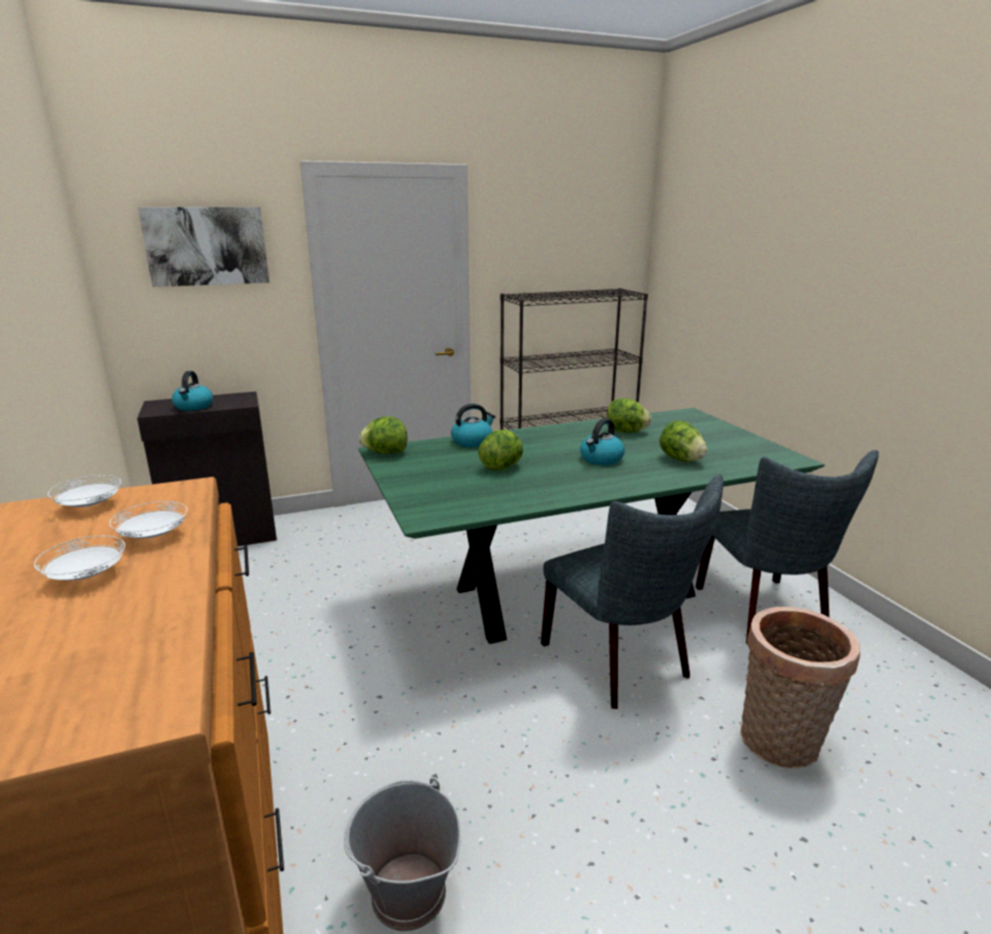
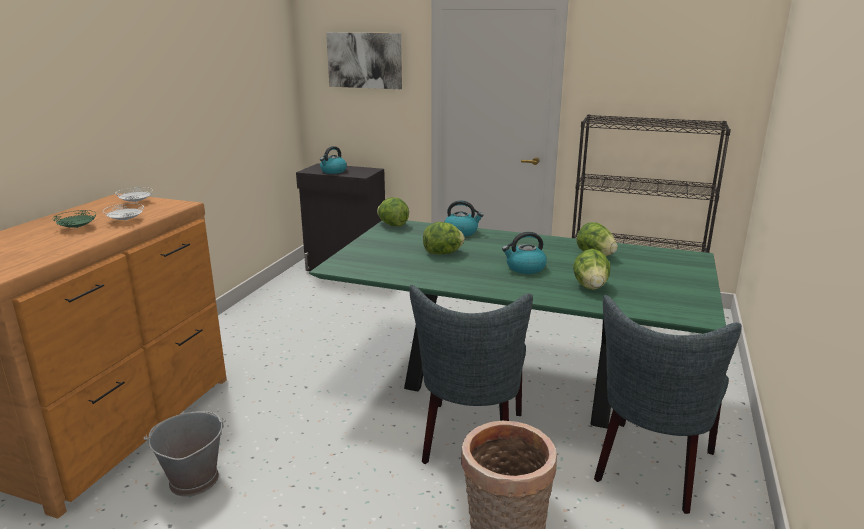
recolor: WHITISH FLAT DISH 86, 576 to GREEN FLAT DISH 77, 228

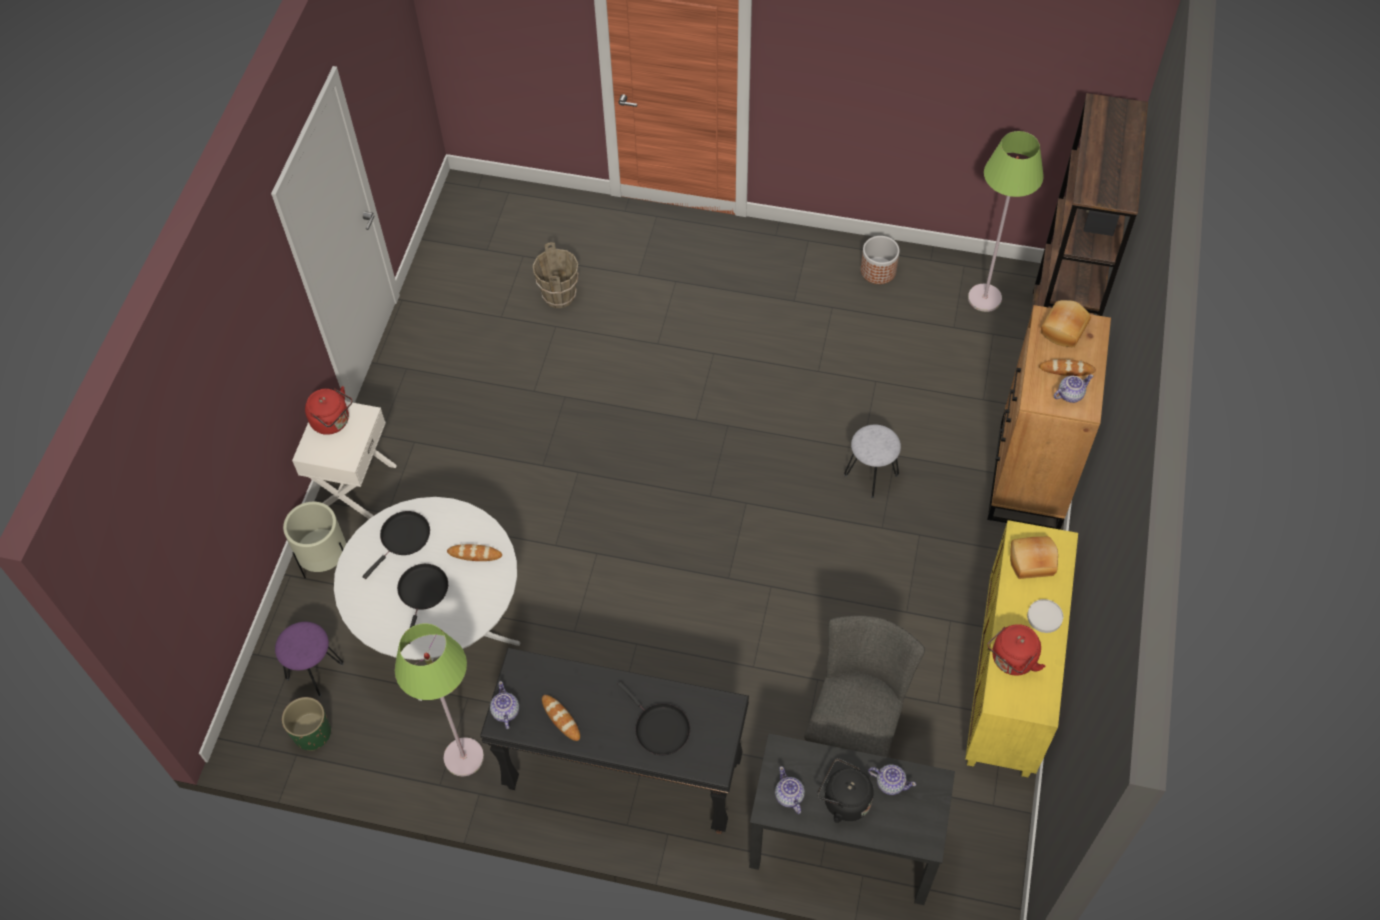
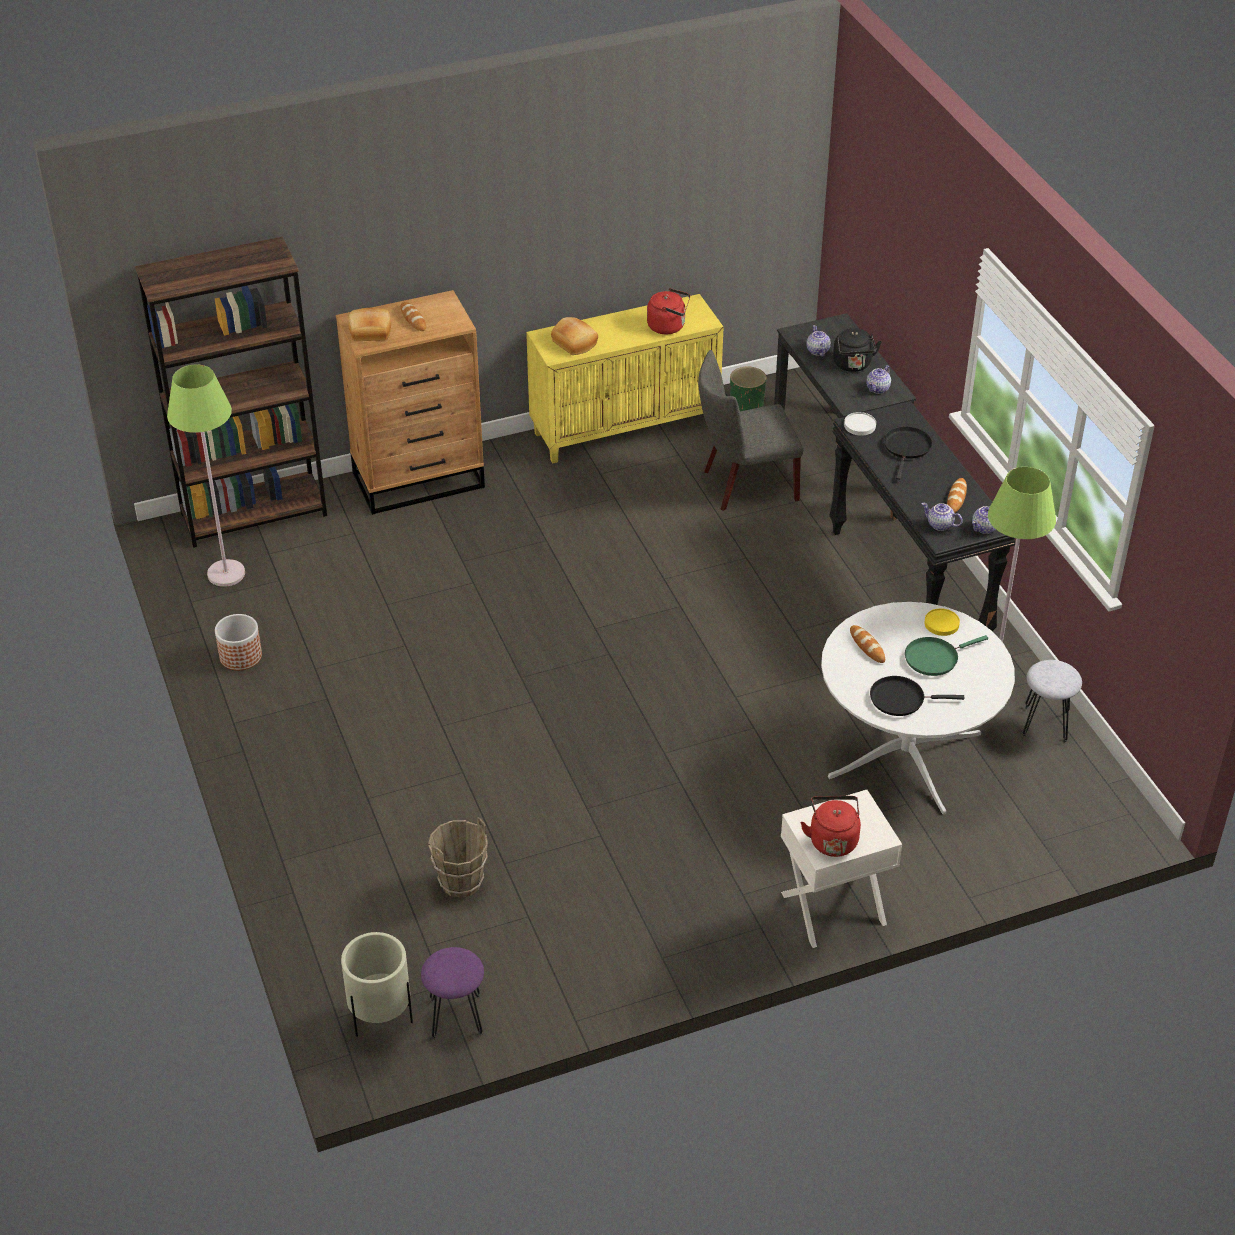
insert: YELLOW-COLOURED FLAT DISH 941, 624
move: BEIGE-COLOURED PLANTER 326, 561 to 380, 1016; PURPLE-COLOURED STOOL 315, 671 to 455, 1016; GREEN PLANTER 312, 733 to 747, 406; WHITISH FLAT DISH 1044, 617 to 859, 425; TEAPOT 1070, 394 to 939, 525; GRAY STOOL 870, 475 to 1046, 724
recolor: BLACK-COLOURED PAN 423, 592 to GREEN PAN 934, 658

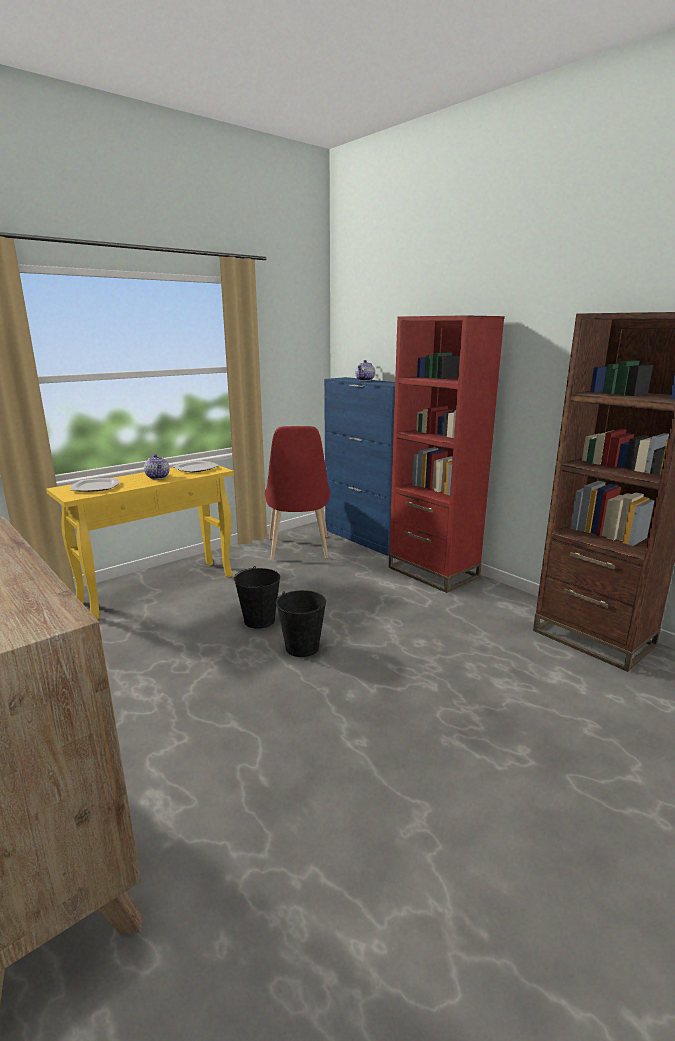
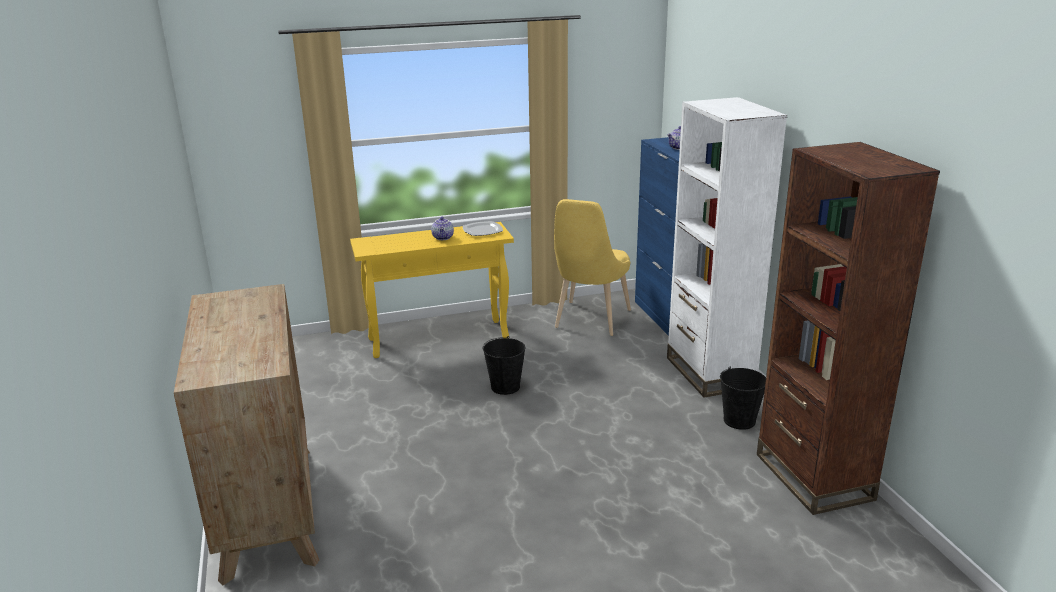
delete: FLAT DISH 96, 487
move: BLACK-COLOURED PAIL 302, 647 to 739, 420
recolor: RED-COLOURED UPRIGHT CHAIR 298, 550 to YELLOW-COLOURED UPRIGHT CHAIR 590, 321; RED-COLOURED SHELVING UNIT 433, 572 to WHITISH SHELVING UNIT 710, 372

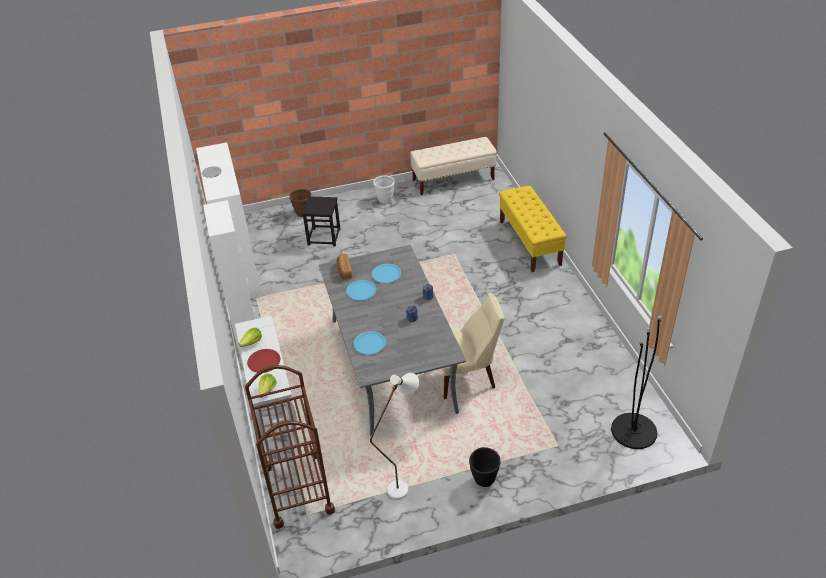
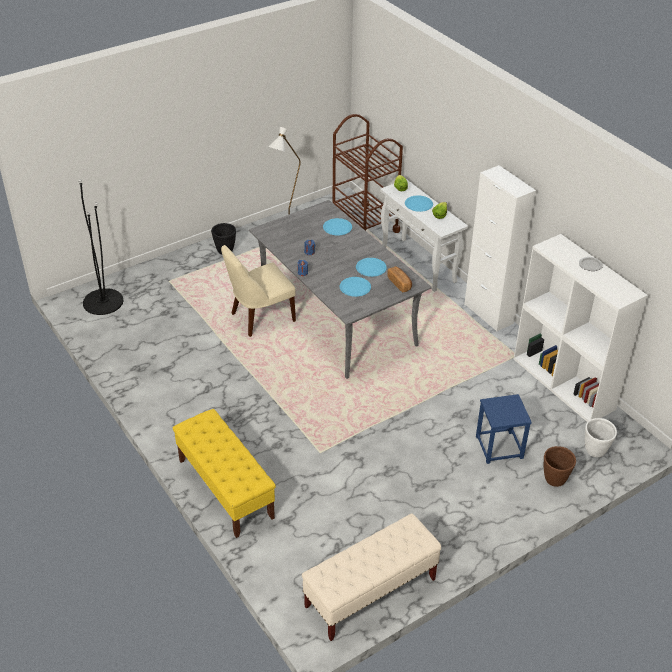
move: WHITISH PLANTER 385, 200 to 595, 451
recolor: RED-COLOURED FLAT DISH 264, 361 to BLUE FLAT DISH 418, 204; BLACK-COLOURED STOOL 324, 237 to BLUE STOOL 499, 447

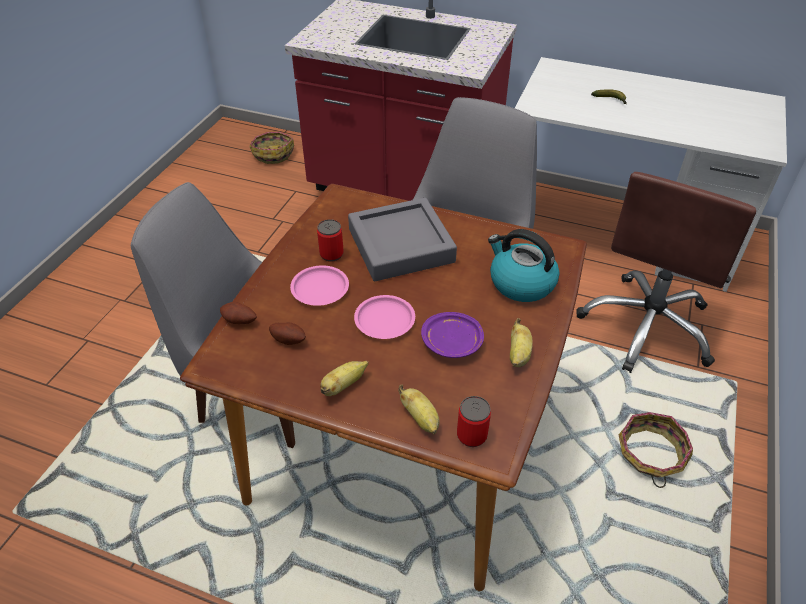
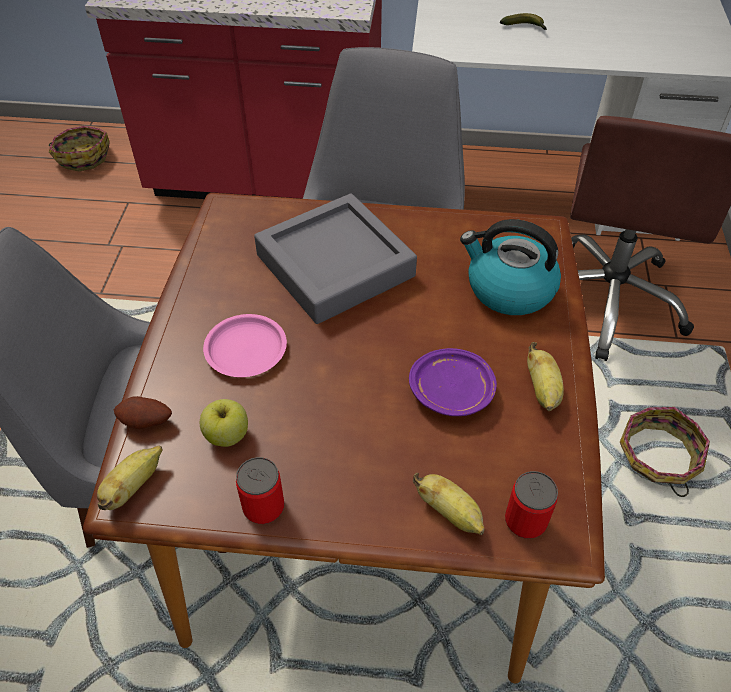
delete: PINKISH FLAT DISH 384, 320
move: BANANA 343, 385 to 133, 486; METAL CAN 331, 254 to 263, 507
replace: SPUD 289, 339 to APPLE FRUIT 227, 435

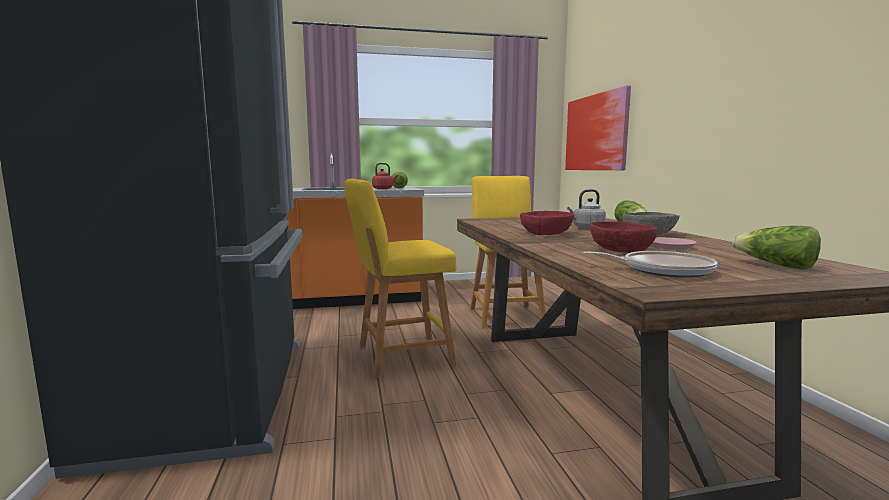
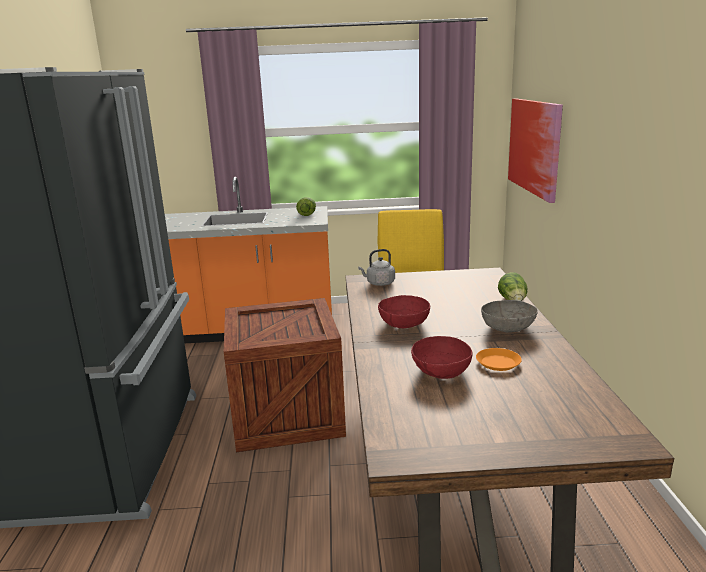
delete: RED-COLOURED KETTLE 383, 189; PAN 662, 270; HEAD OF LETTUCE 776, 266
move: GRAY KETTLE 587, 228 to 379, 283
replace: YELLOW-COLOURED STOOL 400, 356 to SHIPPING CRATE 285, 414
recolor: PINKISH FLAT DISH 670, 246 to ORANGEY FLAT DISH 498, 363

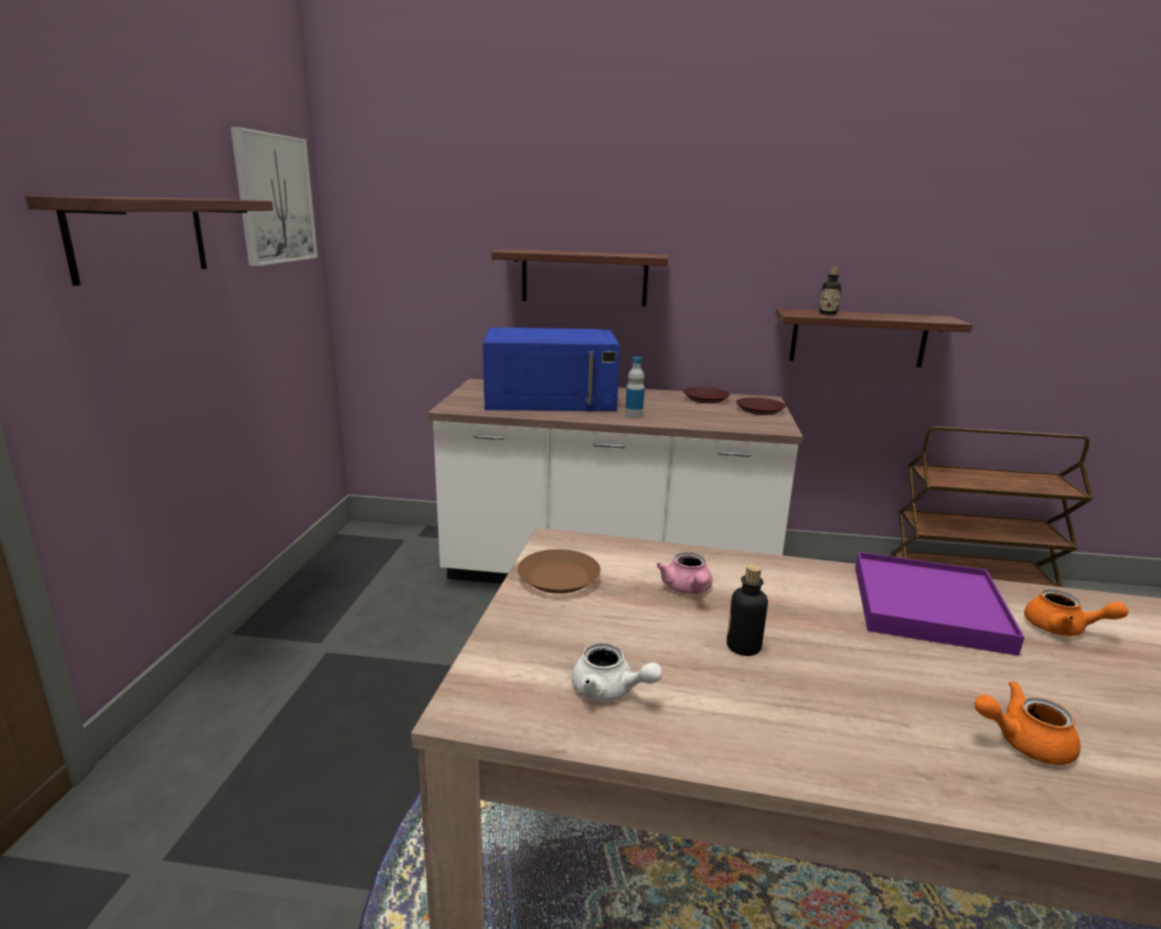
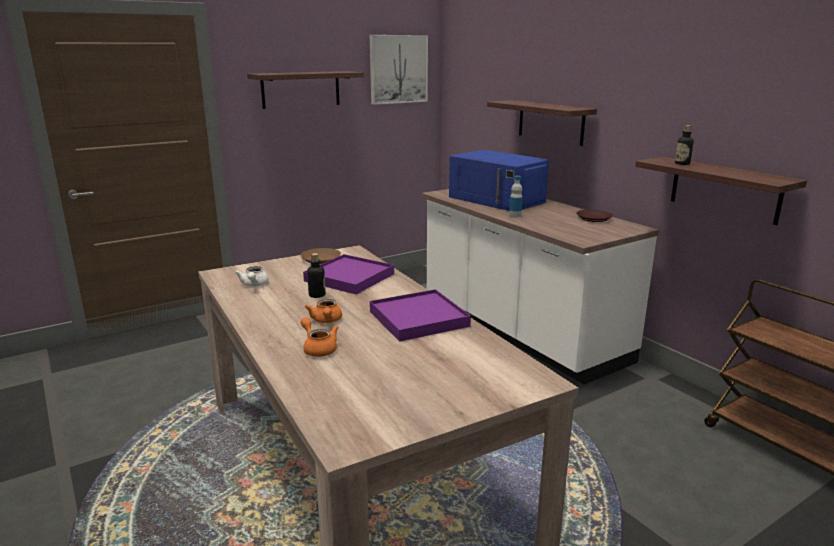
delete: BROWNISH FLAT DISH 759, 410
move: ORANGEY TEAPOT 1063, 629 to 326, 321
replace: PINKISH TEAPOT 687, 589 to PURPLE-COLOURED TRAY 349, 277

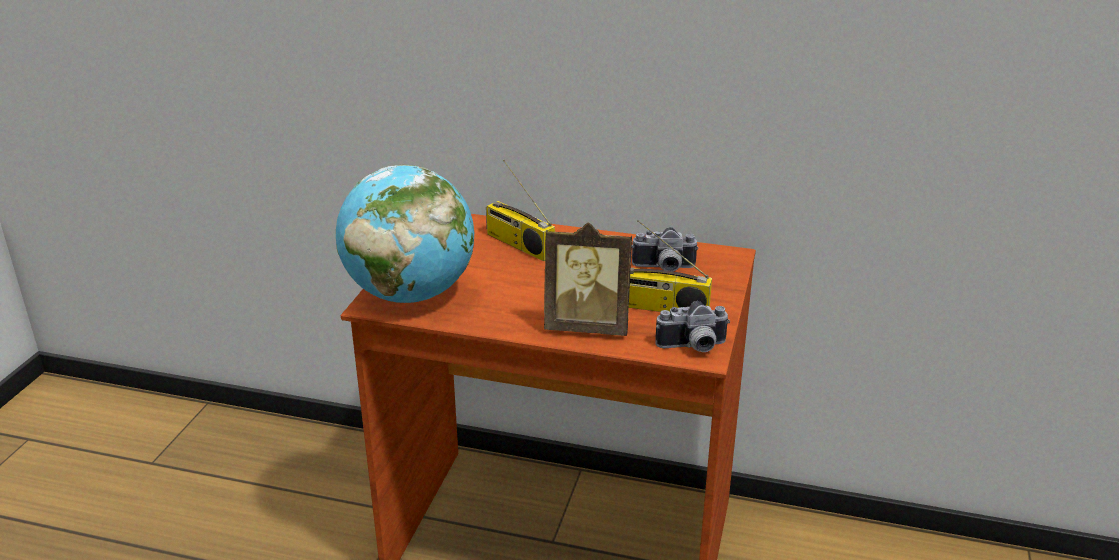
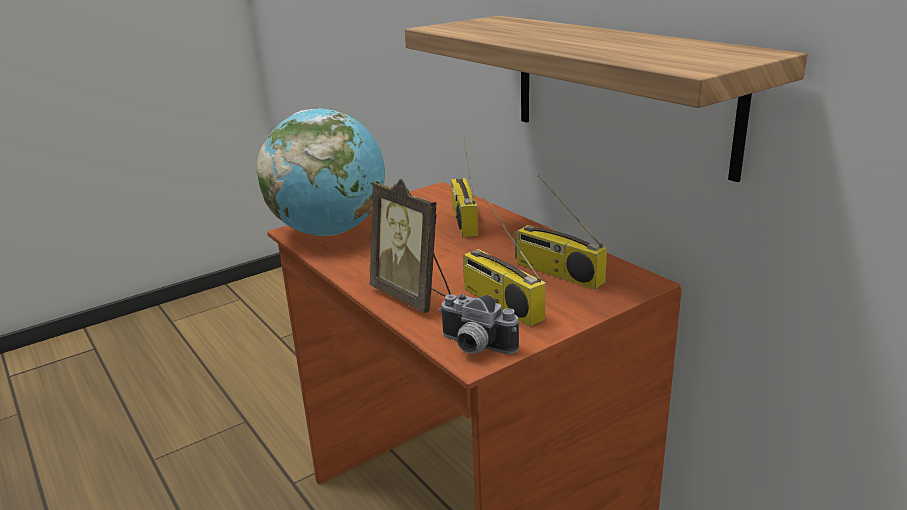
insert: BRACKET SHELF 619, 90
replace: STILL CAMERA 664, 268 to RADIO RECEIVER 556, 273

